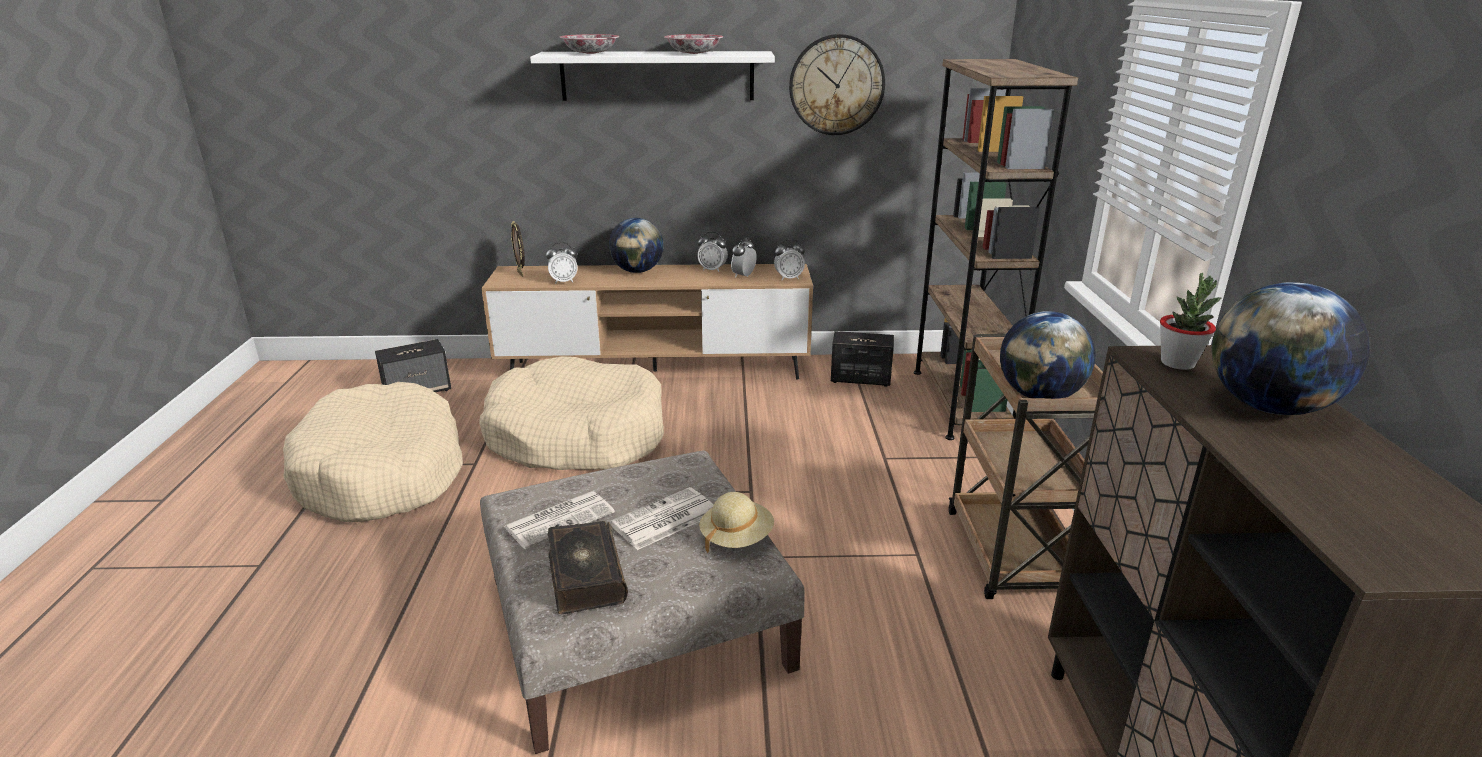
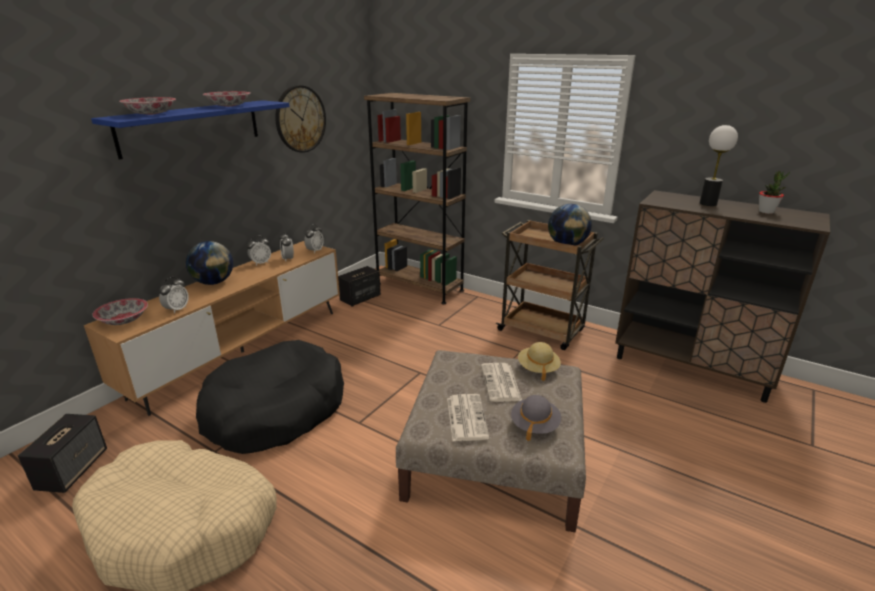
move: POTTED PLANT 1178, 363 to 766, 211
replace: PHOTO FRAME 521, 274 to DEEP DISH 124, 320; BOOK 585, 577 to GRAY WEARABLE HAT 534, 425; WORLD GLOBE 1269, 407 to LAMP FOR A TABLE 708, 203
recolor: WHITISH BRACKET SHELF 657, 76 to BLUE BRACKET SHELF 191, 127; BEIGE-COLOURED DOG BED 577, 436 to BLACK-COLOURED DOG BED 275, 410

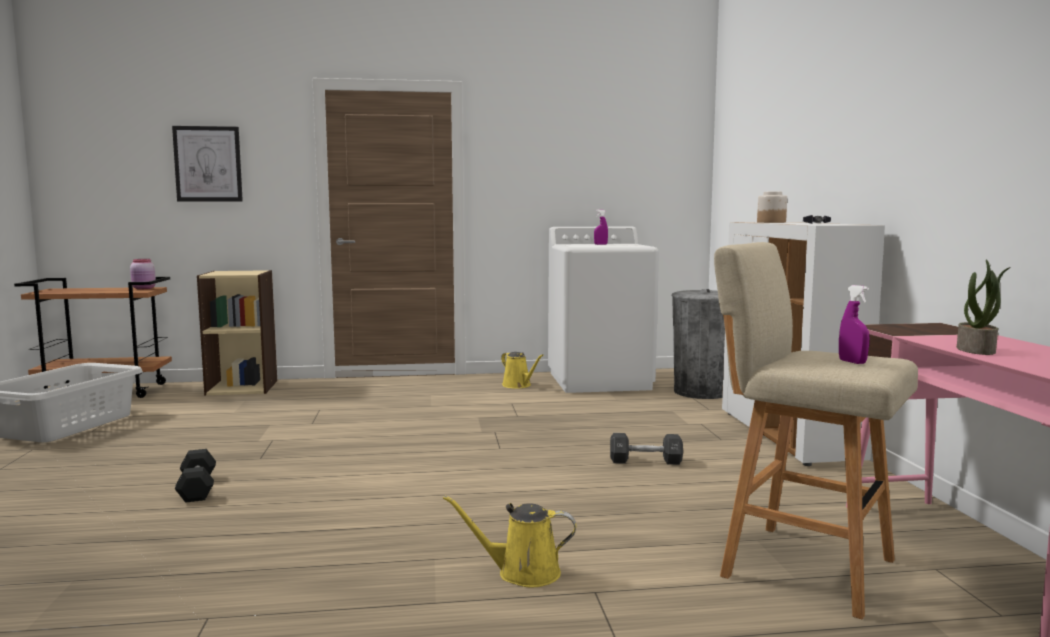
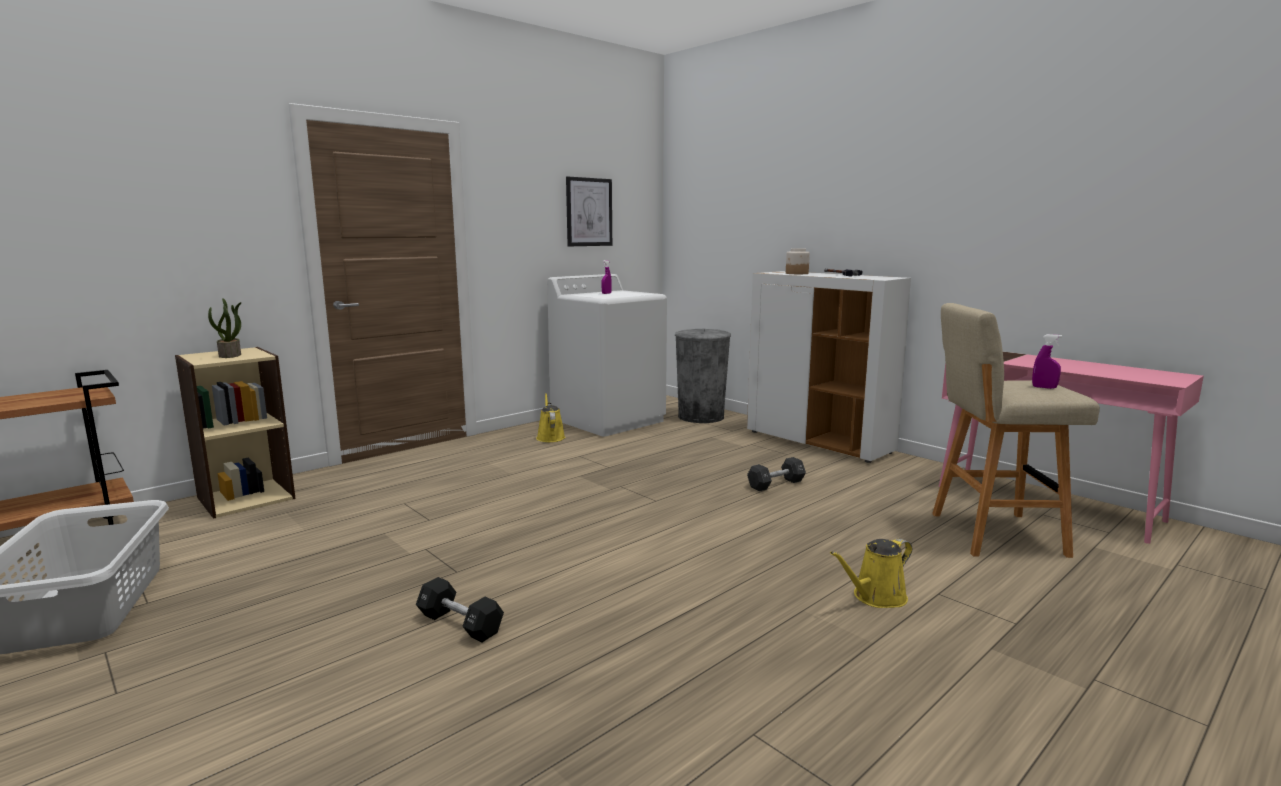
delete: PINKISH STORAGE JAR 144, 288
move: POTTED PLANT 977, 350 to 230, 355; PICTURE 208, 164 to 589, 212
rotate: YELLOW-COLOURED SPRINKLING CAN 518, 385 = 550, 437 120 degrees counterclockwise

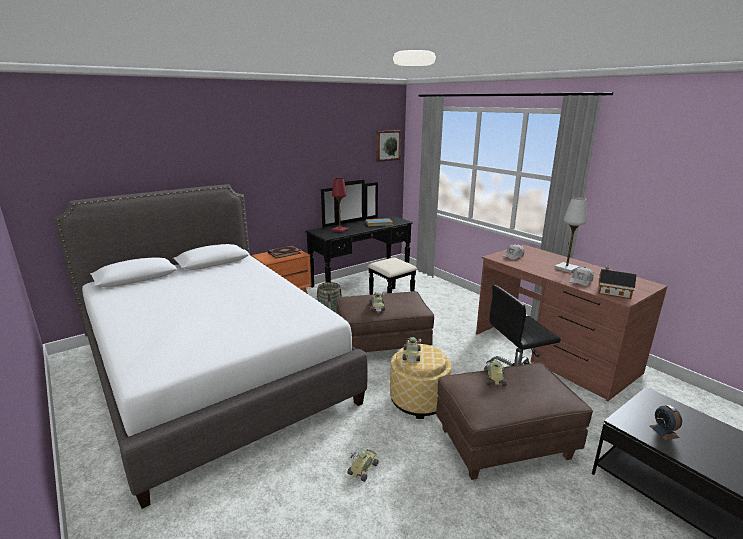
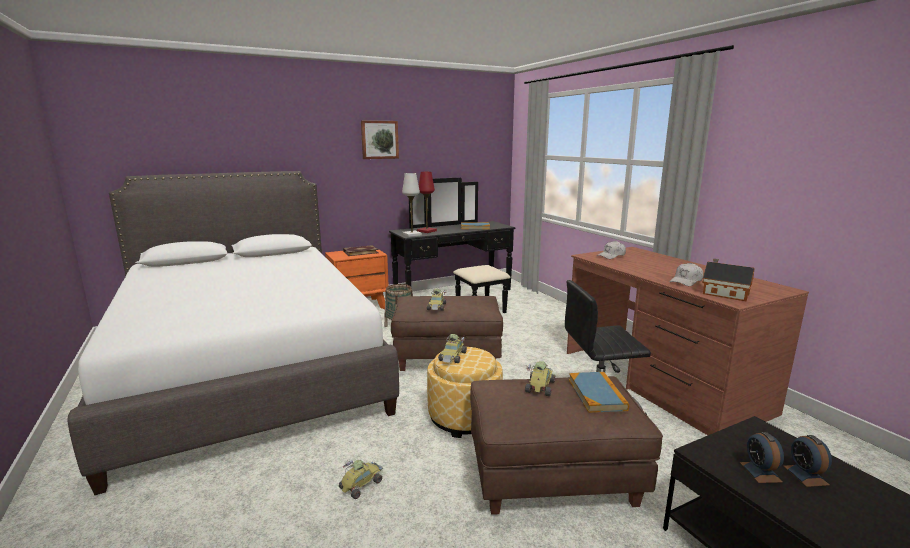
insert: BOOK 597, 394; ALARM CLOCK 805, 475
move: PICTURE 387, 145 to 379, 139; WHITISH LAMP FOR A TABLE 566, 268 to 411, 234

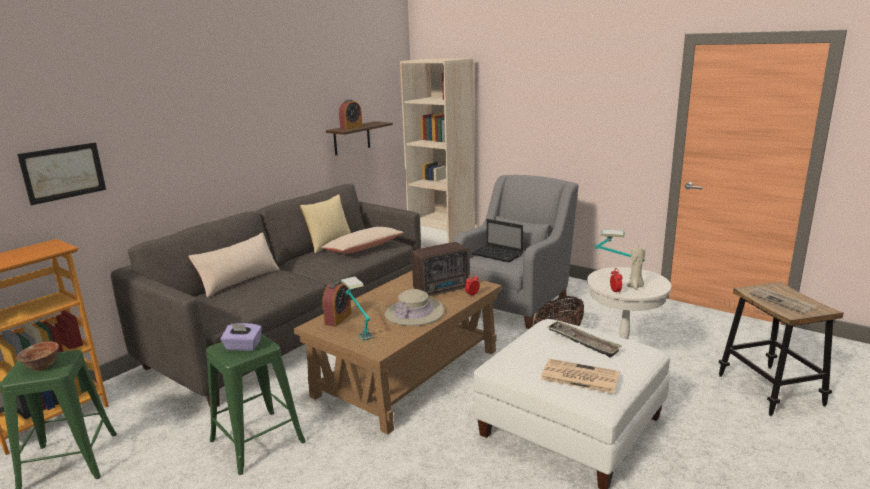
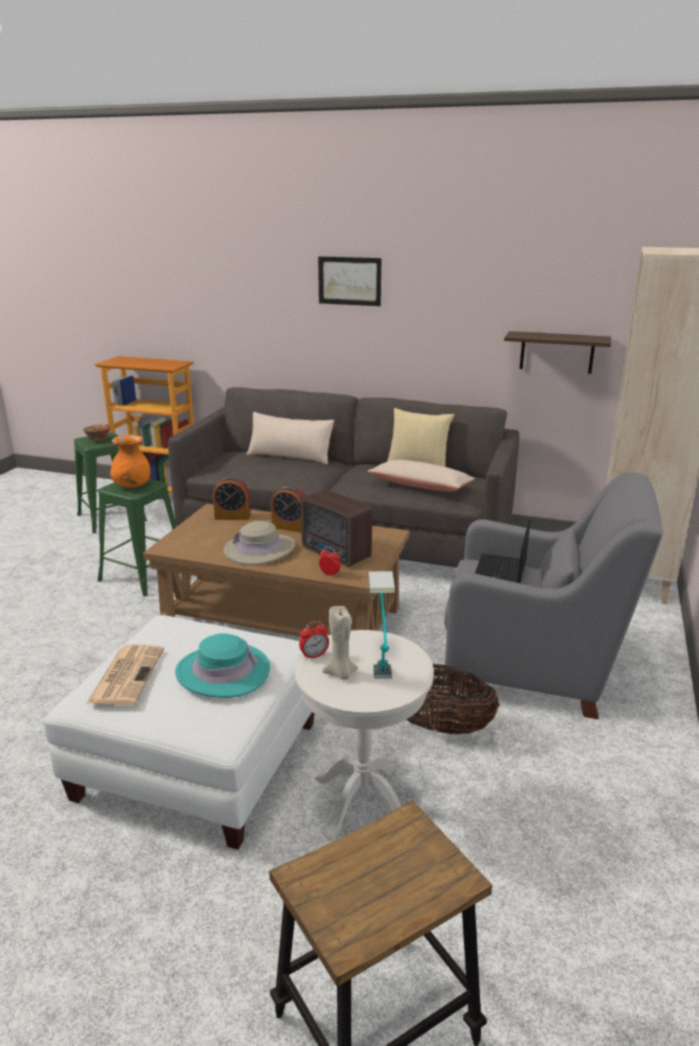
delete: LAMP FOR A TABLE 358, 329; PRINTED PAPER 781, 301
move: ALARM CLOCK 351, 128 to 290, 527; PICTURE 63, 172 to 349, 281
replace: PURPLE-COLOURED TISSUE HOLDER 243, 347 to ORANGEY FLOWER VASE 132, 486; TRAY 582, 342 to TURQUOISE-COLOURED WEARABLE HAT 223, 672

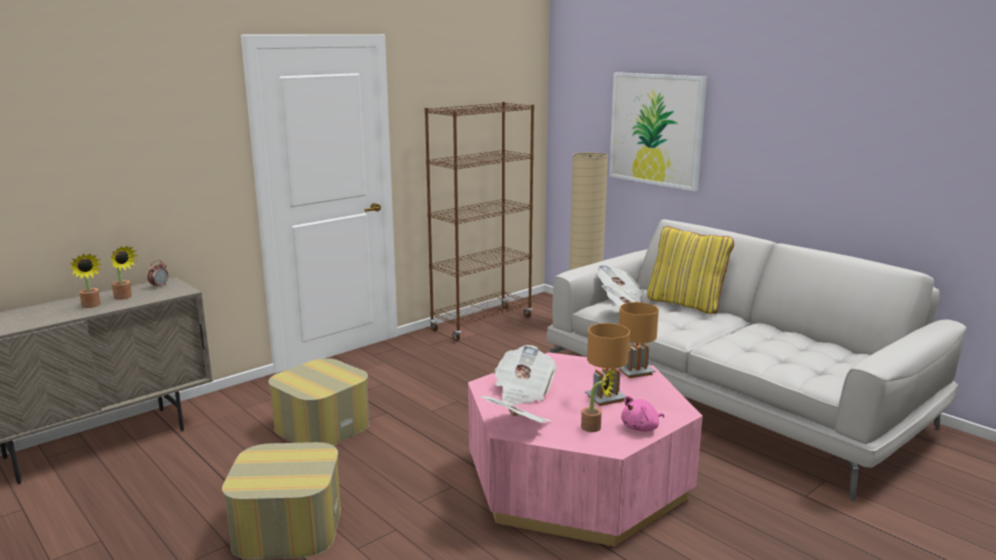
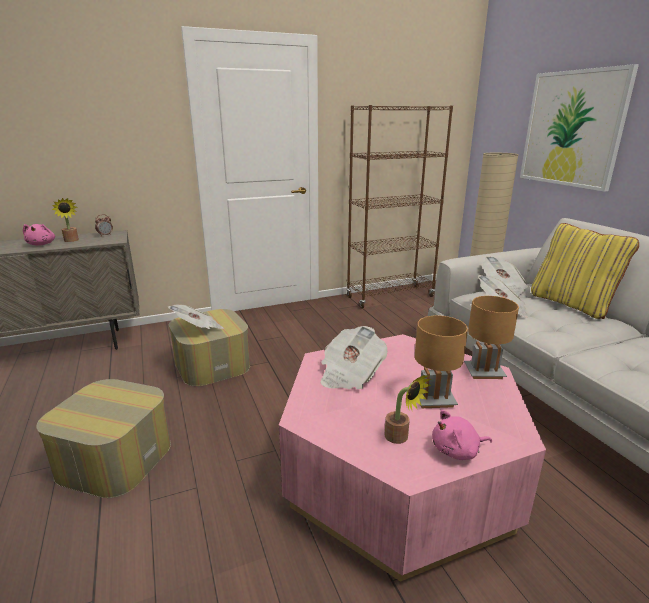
move: PRINTED PAPER 517, 427 to 198, 329
replace: POTTED PLANT 91, 306 to PINKISH SOFT TOY 42, 244

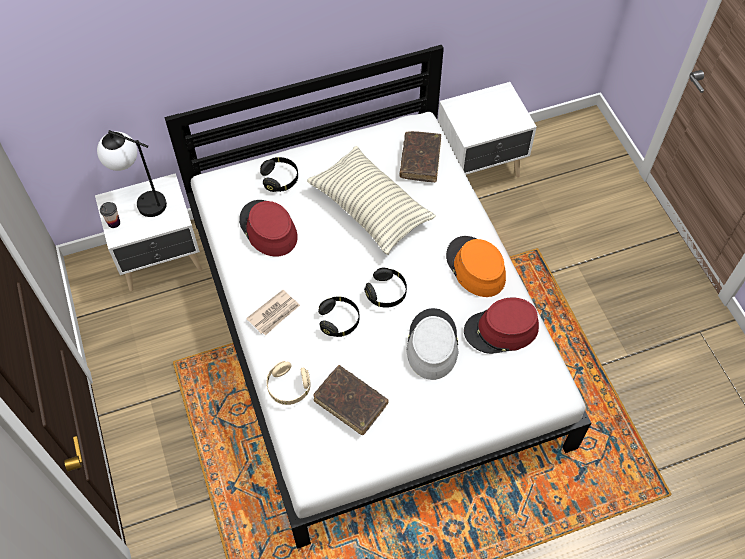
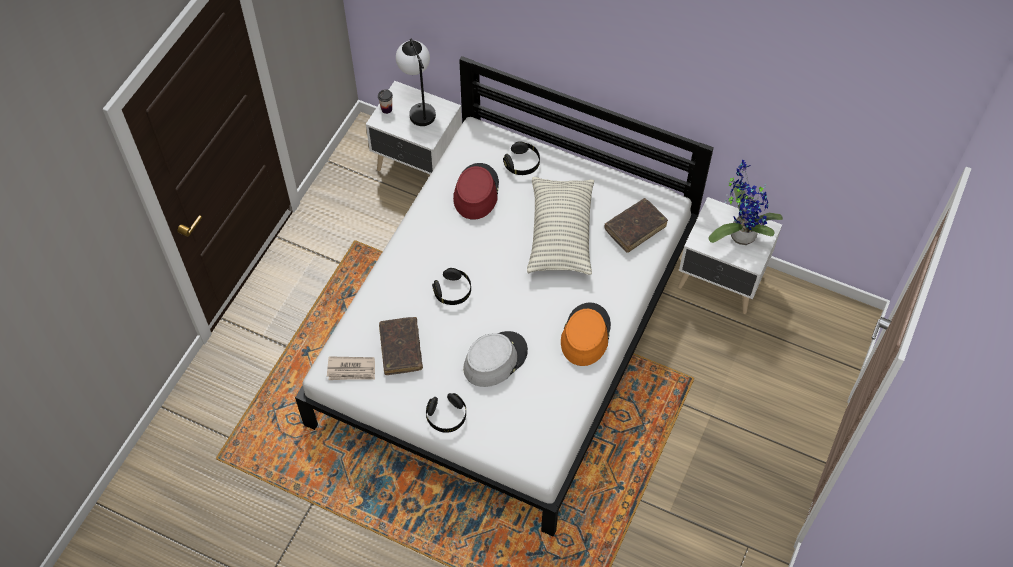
delete: BEIGE-COLOURED HEADPHONES 289, 387; RED-COLOURED WEARABLE HAT 501, 330
insert: POTTED PLANT 740, 233
move: PRINTED PAPER 274, 313 to 351, 370; BLACK-COLOURED HEADPHONES 386, 293 to 446, 417

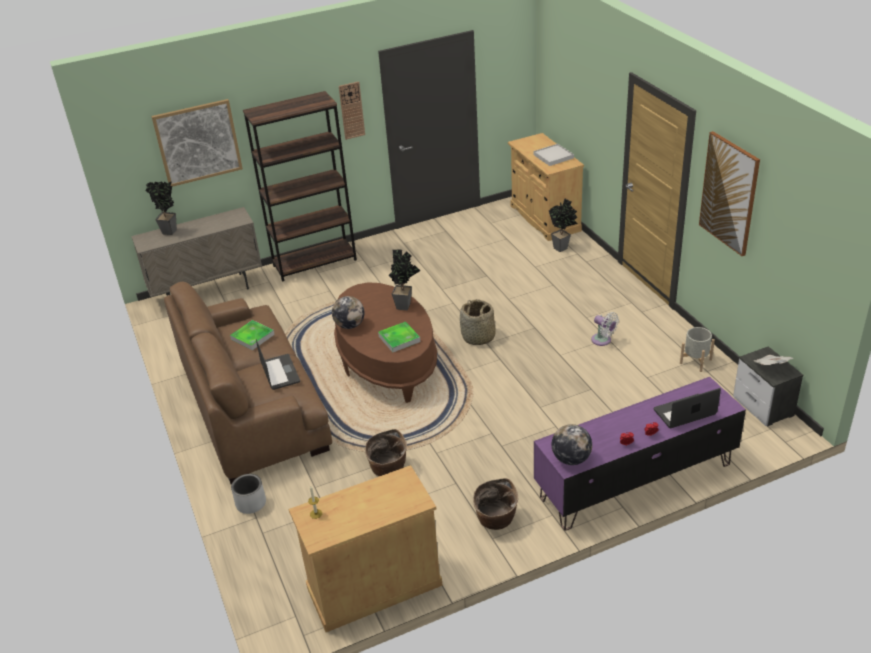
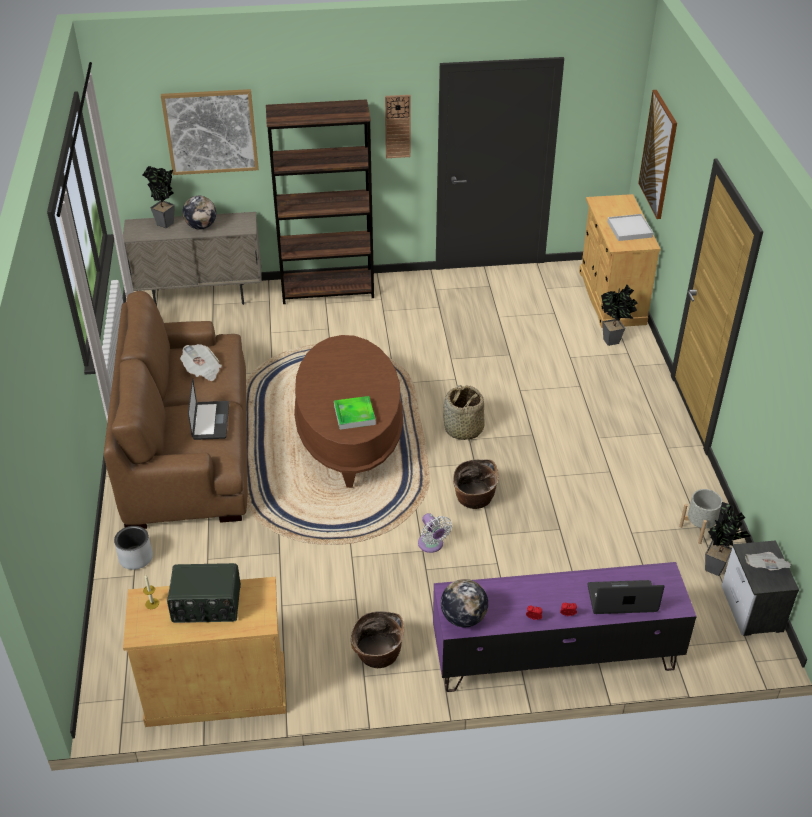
insert: RADIO RECEIVER 206, 605
move: WORLD GLOBE 350, 325 to 201, 226; WHITISH COOLING FAN 603, 340 to 432, 545; BASKET 388, 469 to 474, 500; PICTURE 729, 193 to 658, 154; POTTED PLANT 405, 305 to 717, 566
replace: TRAY 252, 337 to PRINTED PAPER 202, 370

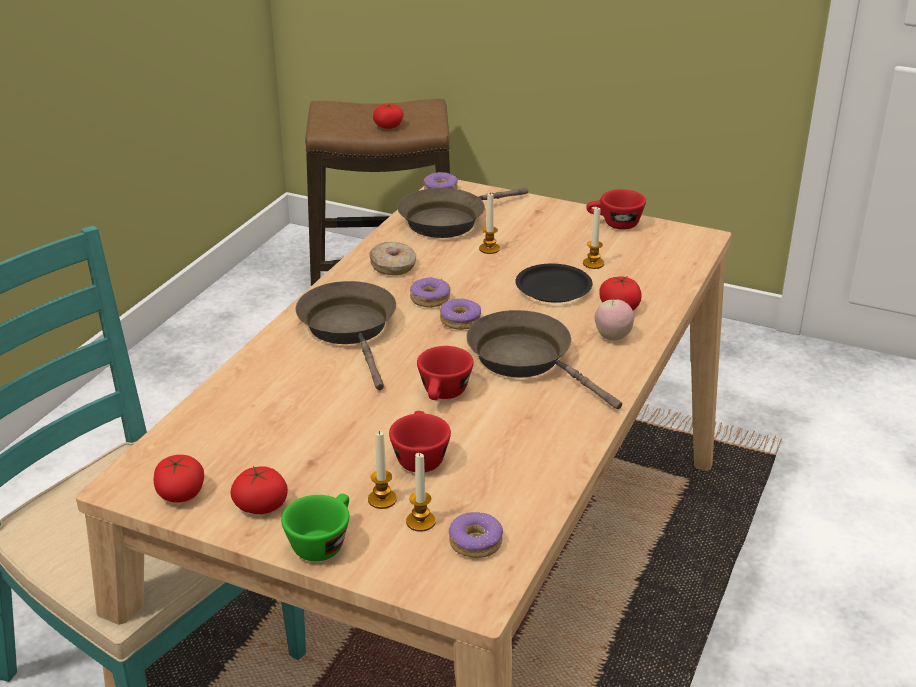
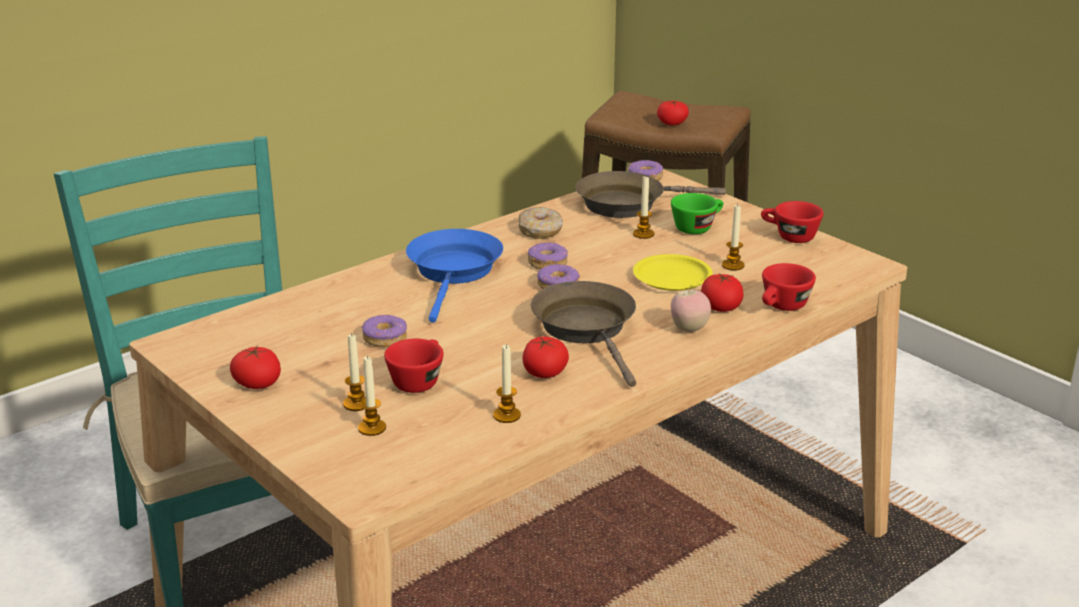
insert: CANDLE 506, 415
move: DOUGHNUT 476, 542 to 385, 338; WHOLE TOMATO 180, 493 to 545, 372; GREEN DRINKING CUP 322, 542 to 697, 227; RED-COLOURED DRINKING CUP 443, 395 to 782, 307
recolor: BROWNISH PAN 350, 329 to BLUE PAN 454, 272; BLACK-COLOURED FLAT DISH 553, 289 to YELLOW-COLOURED FLAT DISH 672, 278

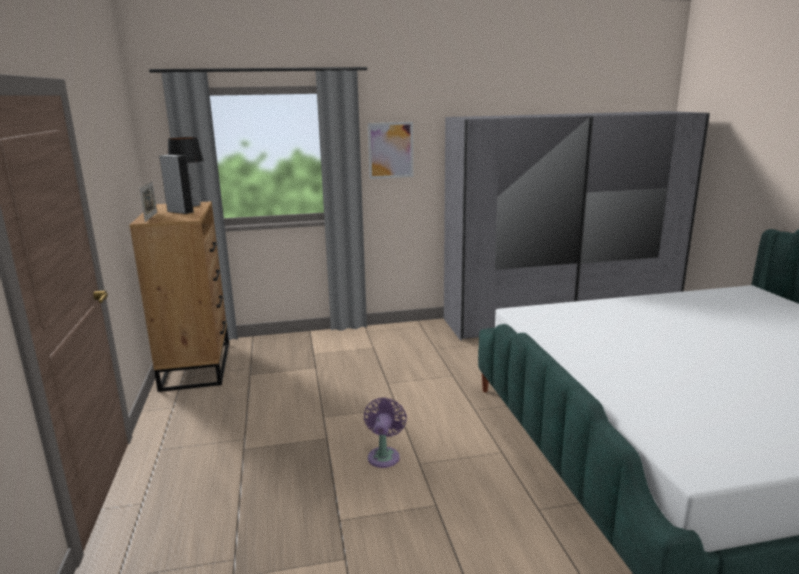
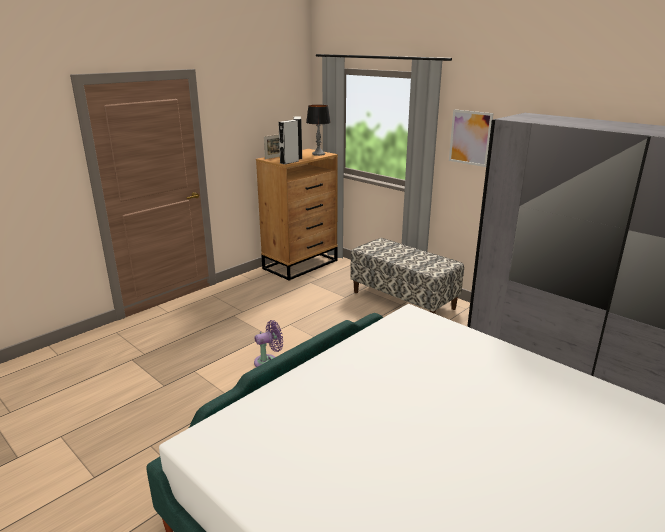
insert: GRAY LOUDSPEAKER 289, 162; LONG SEAT 403, 300

